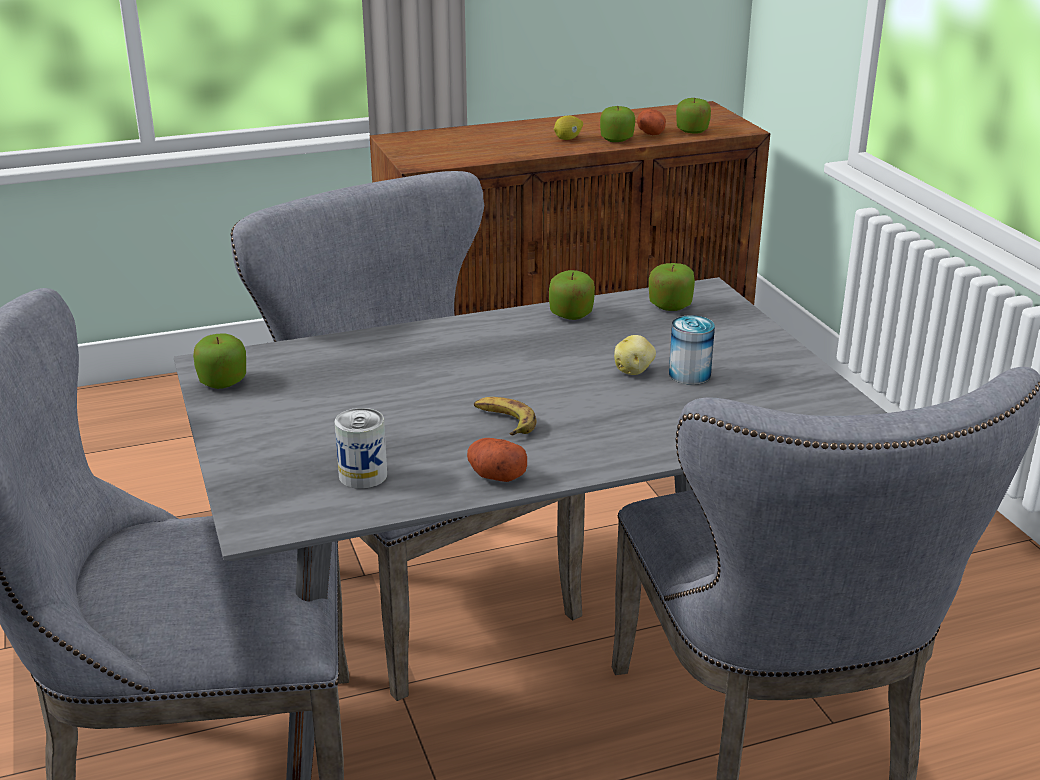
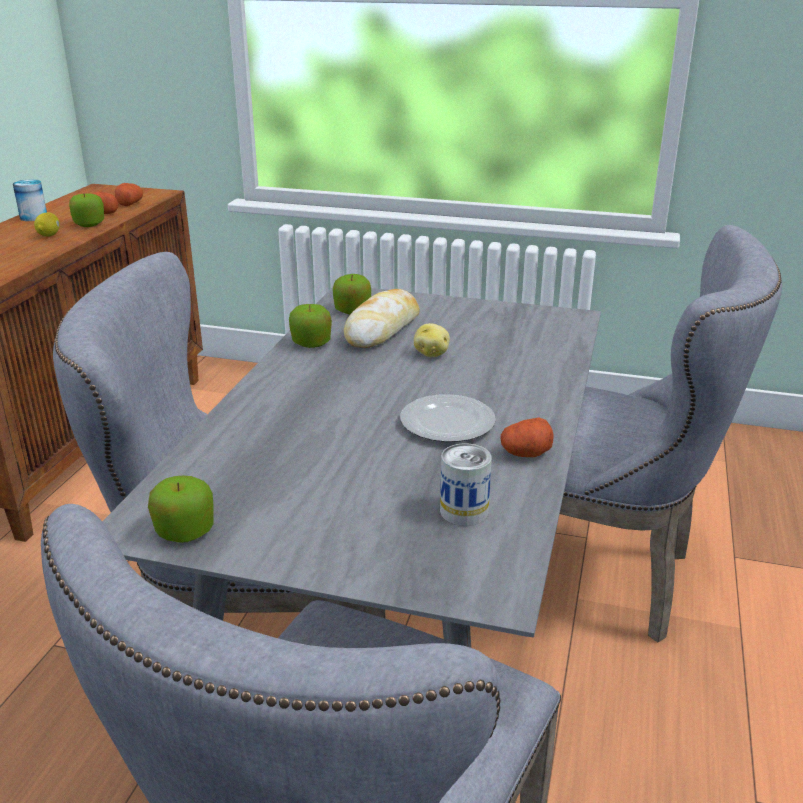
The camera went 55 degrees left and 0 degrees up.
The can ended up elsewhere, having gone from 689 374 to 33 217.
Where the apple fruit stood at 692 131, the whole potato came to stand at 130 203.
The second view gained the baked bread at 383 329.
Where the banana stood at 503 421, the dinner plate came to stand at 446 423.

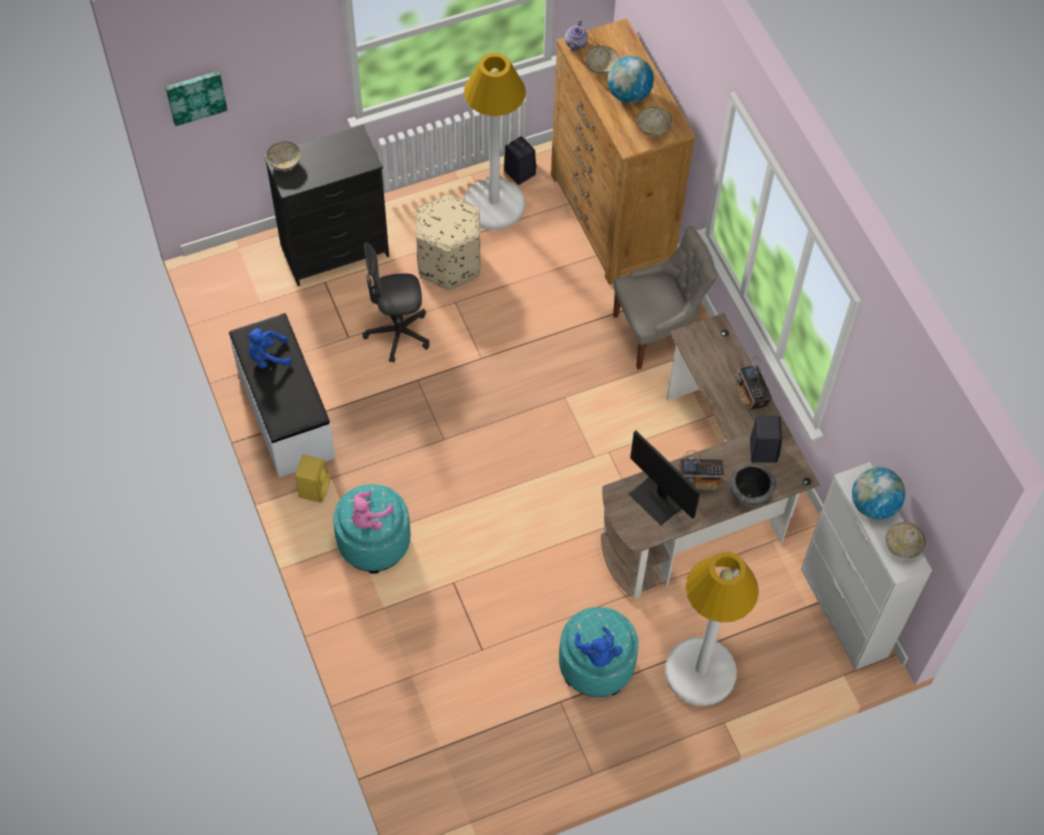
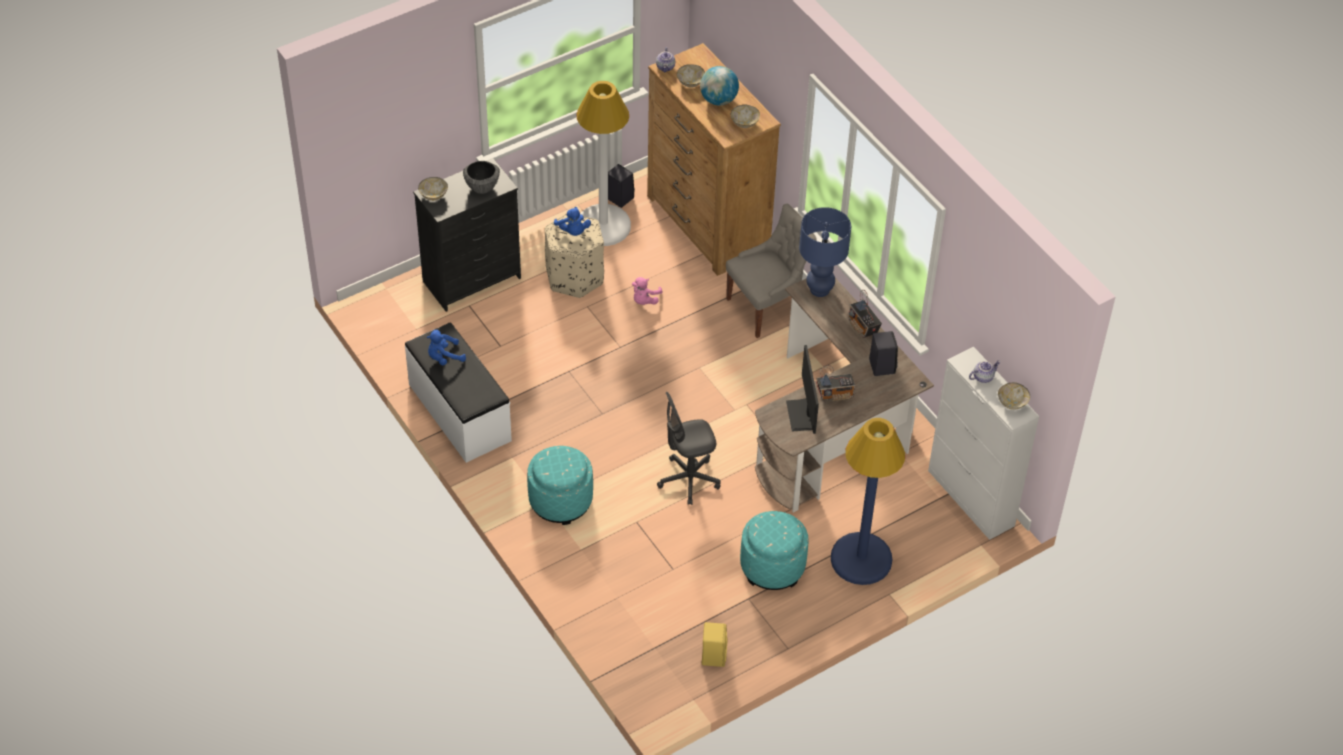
The camera went 10 degrees left and 10 degrees down.
The bowl ended up elsewhere, having gone from 749 496 to 482 188.
The blue-coloured plush toy ended up elsewhere, having gone from 597 654 to 573 231.
The pink-coloured plush toy ended up elsewhere, having gone from 369 518 to 644 300.
The grey computer chair ended up elsewhere, having gone from 398 334 to 688 480.
The yellowish speaker ended up elsewhere, having gone from 314 488 to 713 655.
The computer screen at 656 500 ended up facing another way, 45 degrees clockwise from before.
The second view gained the blue-coloured lamp for a table at 819 290.
What was the whitish floor lamp at 700 672 turned into the blue-coloured floor lamp at 861 559.
Where the world globe stood at 873 505, the teapot came to stand at 983 377.
The second view lost the picture at 195 96.

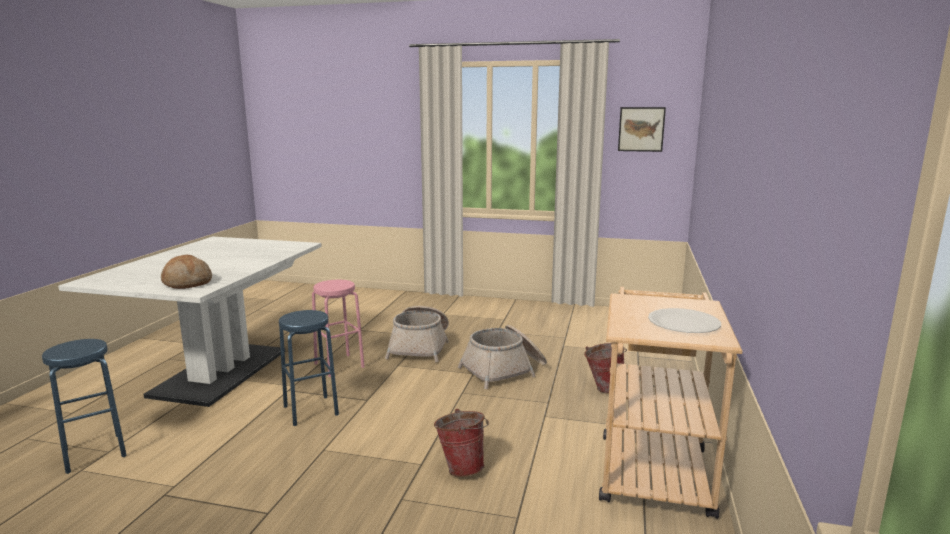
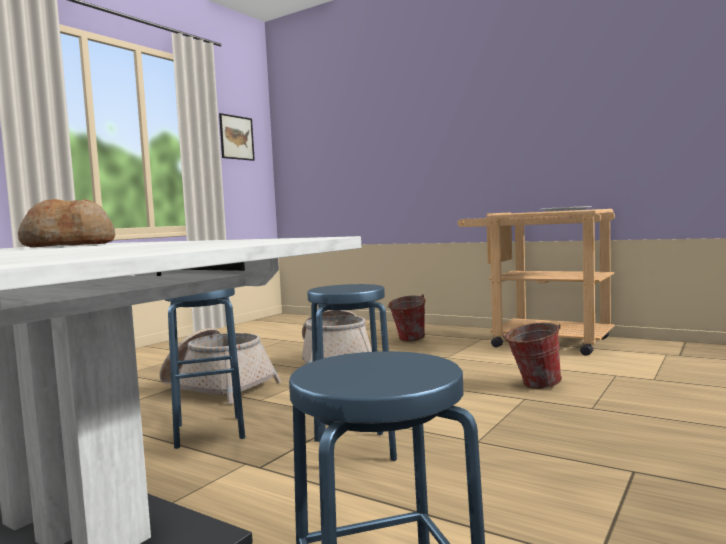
The camera went 70 degrees left and 10 degrees down.
The baked bread ended up elsewhere, having gone from 187 283 to 70 245.
What was the pink-coloured stool seat at 339 365 turned into the blue-coloured stool seat at 209 431.

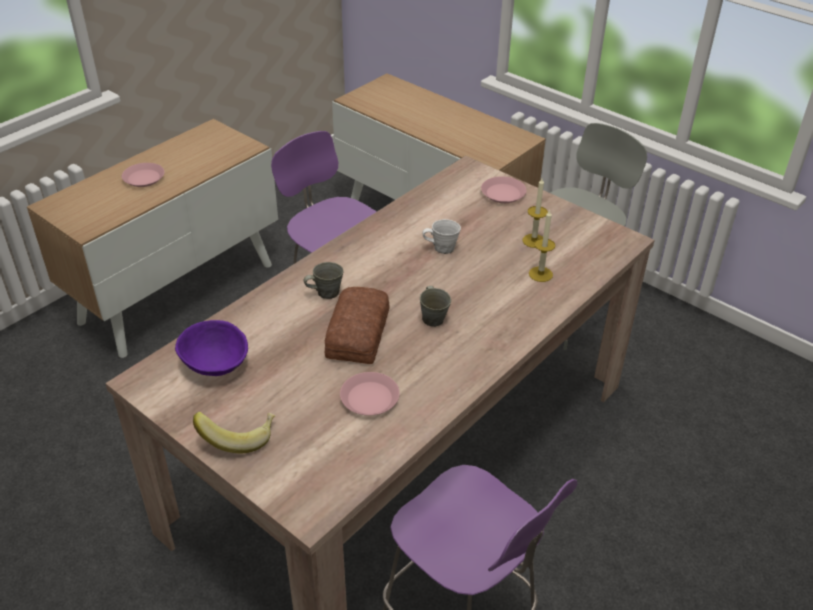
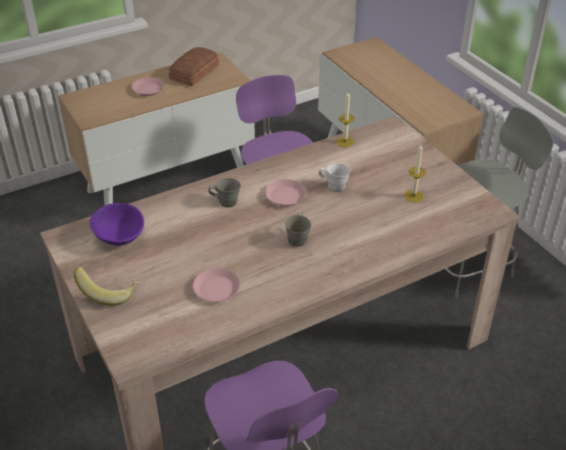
The camera went 20 degrees right and 0 degrees up.
The baked bread ended up elsewhere, having gone from 360 333 to 196 72.
The pink-coloured dinner plate ended up elsewhere, having gone from 503 194 to 285 196.
The wax candle ended up elsewhere, having gone from 540 274 to 345 142.

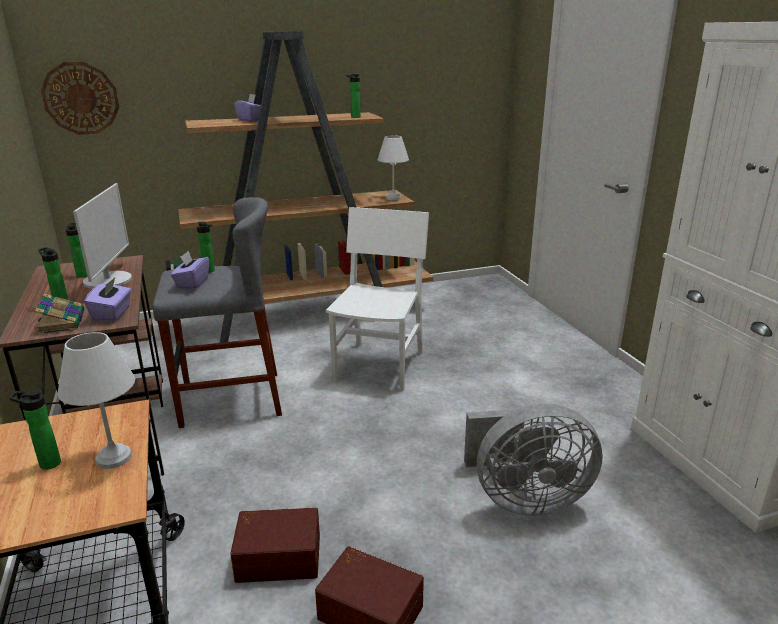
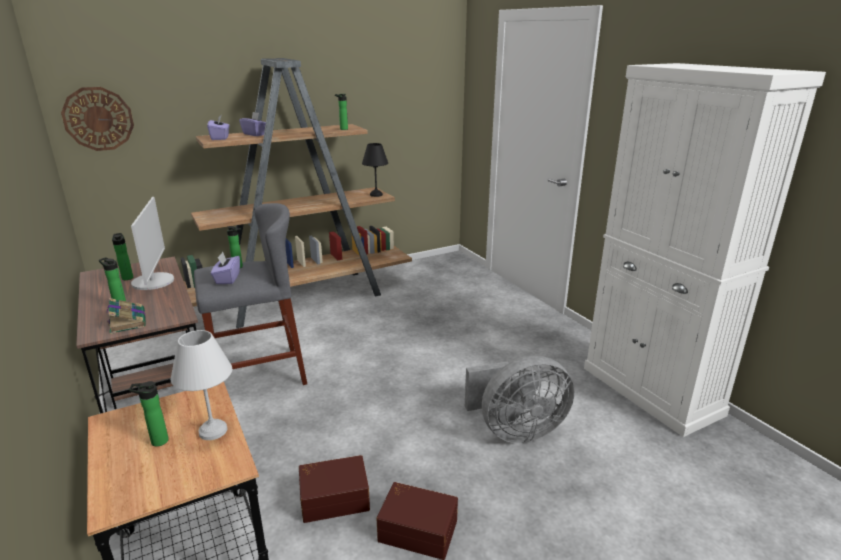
The camera went 10 degrees left and 0 degrees up.
The purple-coloured box of tissues ended up elsewhere, having gone from 112 314 to 220 138.
What was the whitish lamp for a table at 392 198 turned into the black lamp for a table at 375 195.
The second view lost the whitish plain chair at 379 365.

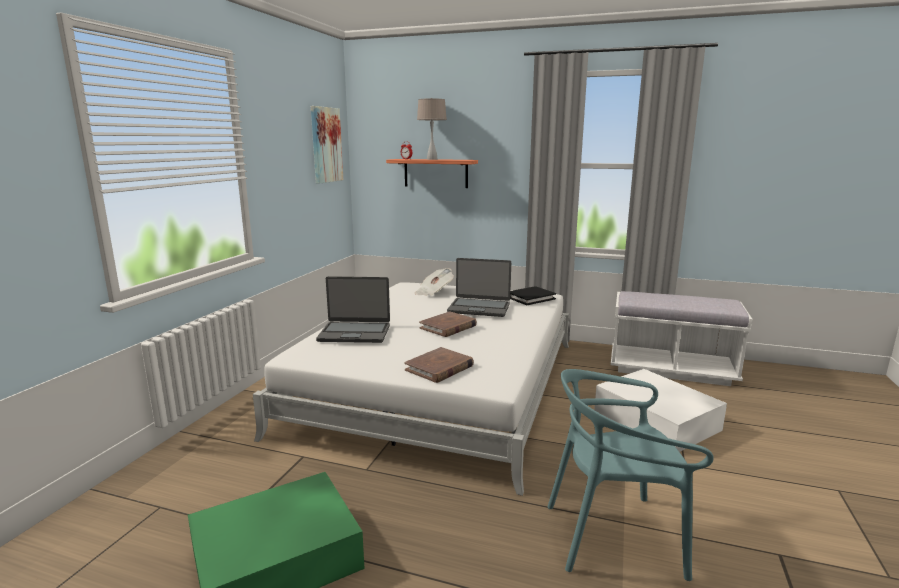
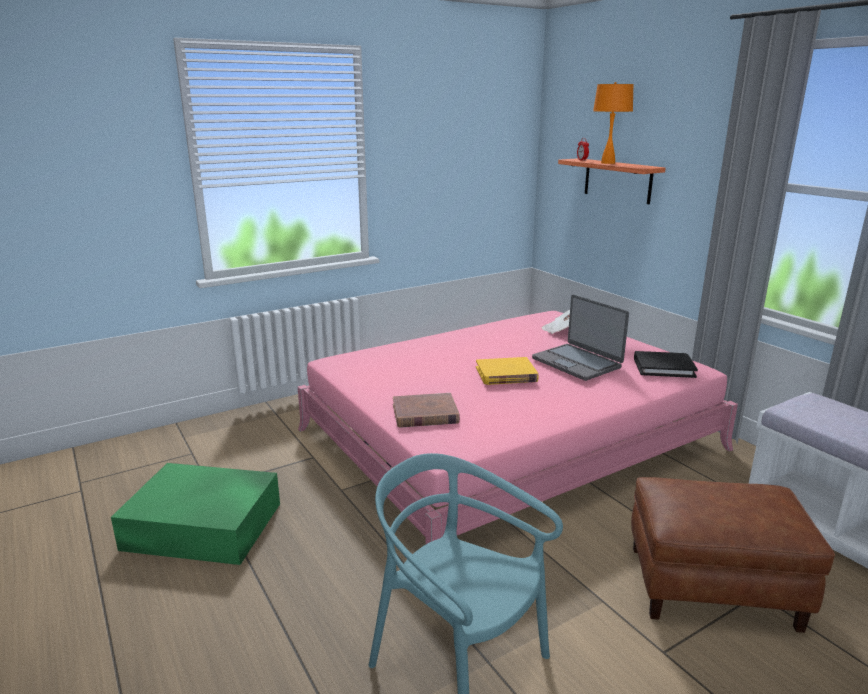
The camera went 40 degrees right and 5 degrees up.
What was the whitish bed at 440 385 turned into the pink-coloured bed at 508 439.
What was the brown volume at 448 327 turned into the yellowish volume at 506 374.
What was the beige lamp for a table at 431 159 turned into the orange lamp for a table at 607 163.
Where the whitish storage container stood at 657 421, the brown footrest came to stand at 711 588.
The second view lost the picture at 326 145.
The second view lost the notebook computer at 354 333.

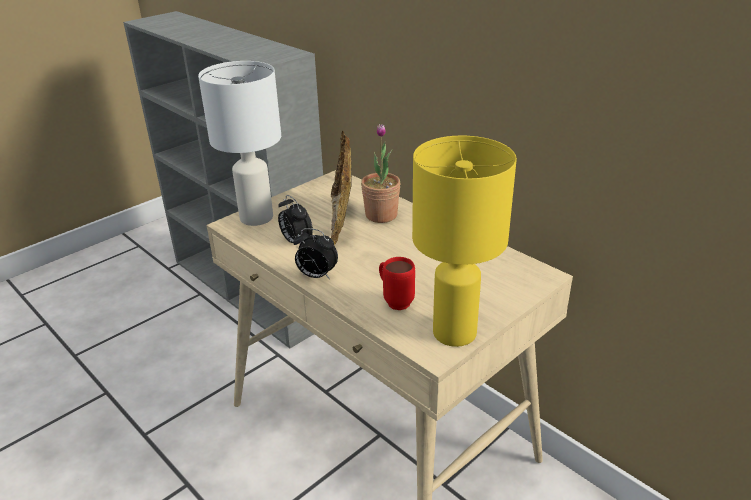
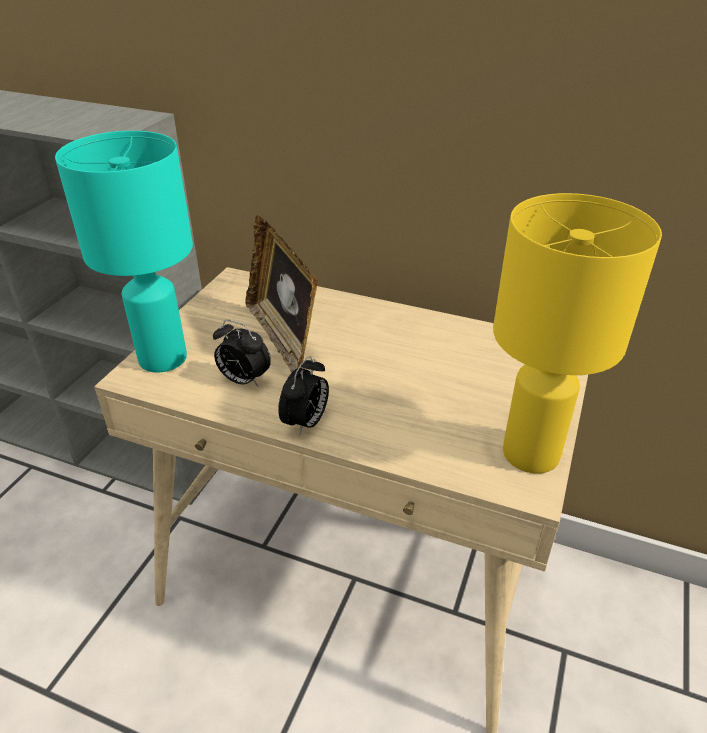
The camera went 25 degrees left and 5 degrees up.
What was the whitish lamp for a table at 256 217 turned into the blue-green lamp for a table at 162 357.
The table clock at 316 276 ended up facing another way, 60 degrees counterclockwise from before.
The second view lost the plant in a pot at 381 215.
The second view lost the red tea mug at 394 301.

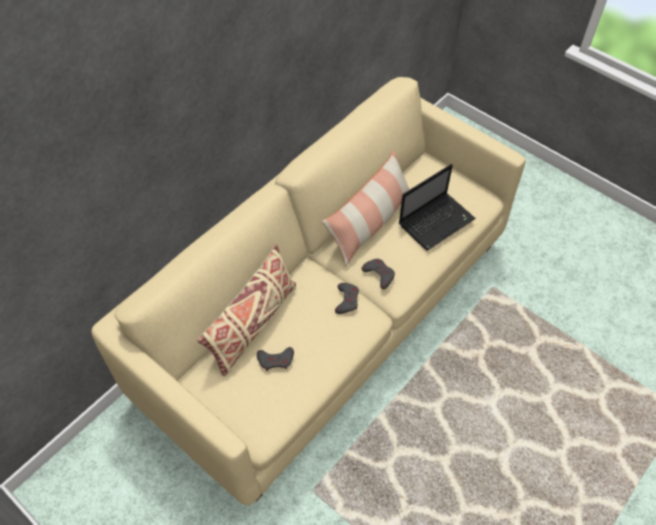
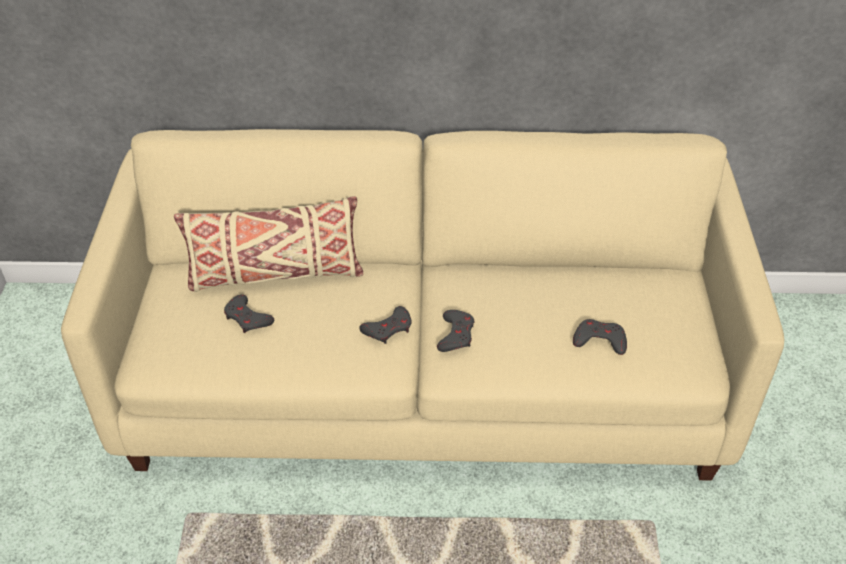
The camera went 50 degrees right and 10 degrees down.
Where the notebook computer stood at 437 221, the grey game controller came to stand at 599 340.
The second view lost the cushion at 370 223.

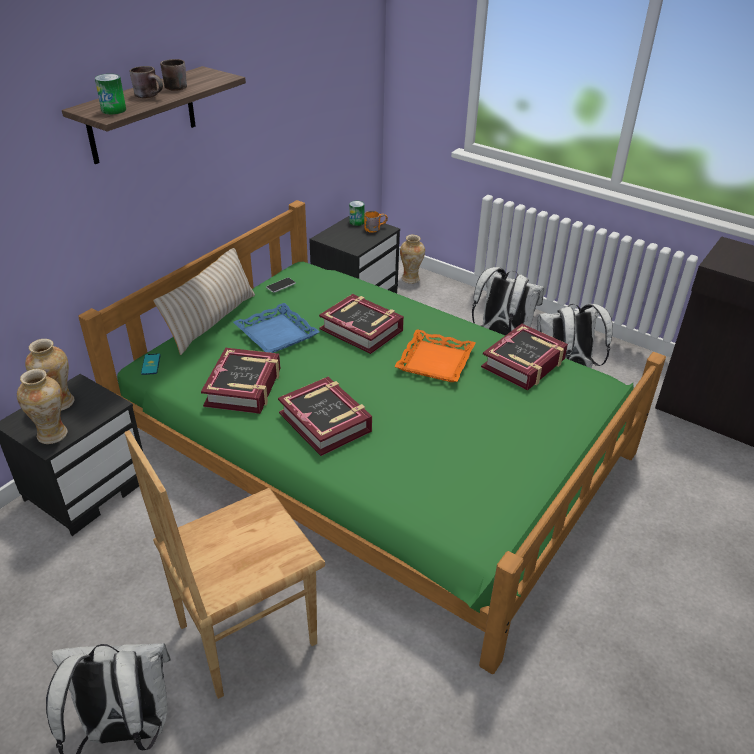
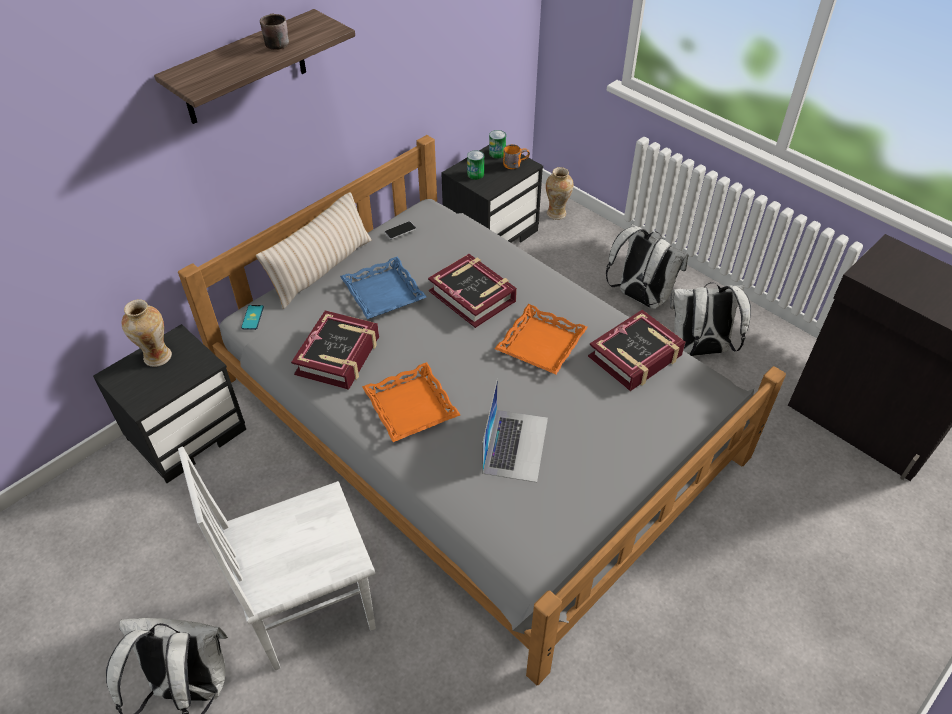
The camera went 10 degrees right and 10 degrees up.
What was the green-coloured bed at 375 446 turned into the grey bed at 476 418.
What was the brown plain chair at 245 633 turned into the whitish plain chair at 310 608.
Where the volume stood at 325 422, the orange tray came to stand at 412 407.
The can ended up elsewhere, having gone from 113 110 to 475 174.
The second view gained the notebook computer at 515 444.
The second view lost the decorative vase at 52 435.
The second view lost the brown tea mug at 151 95.

